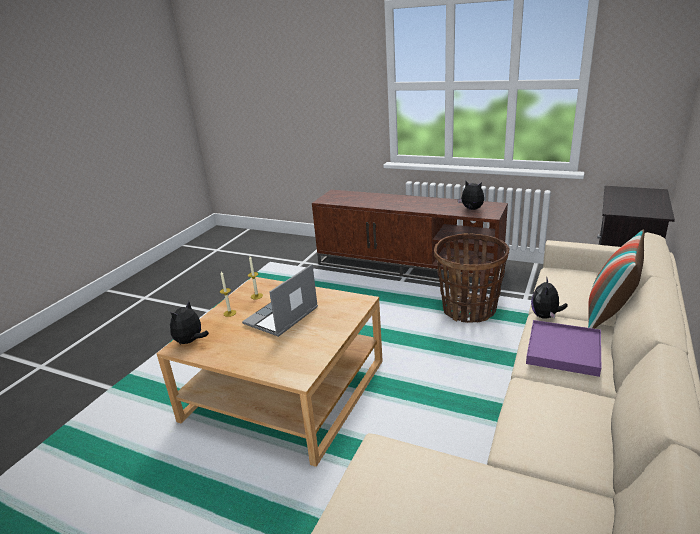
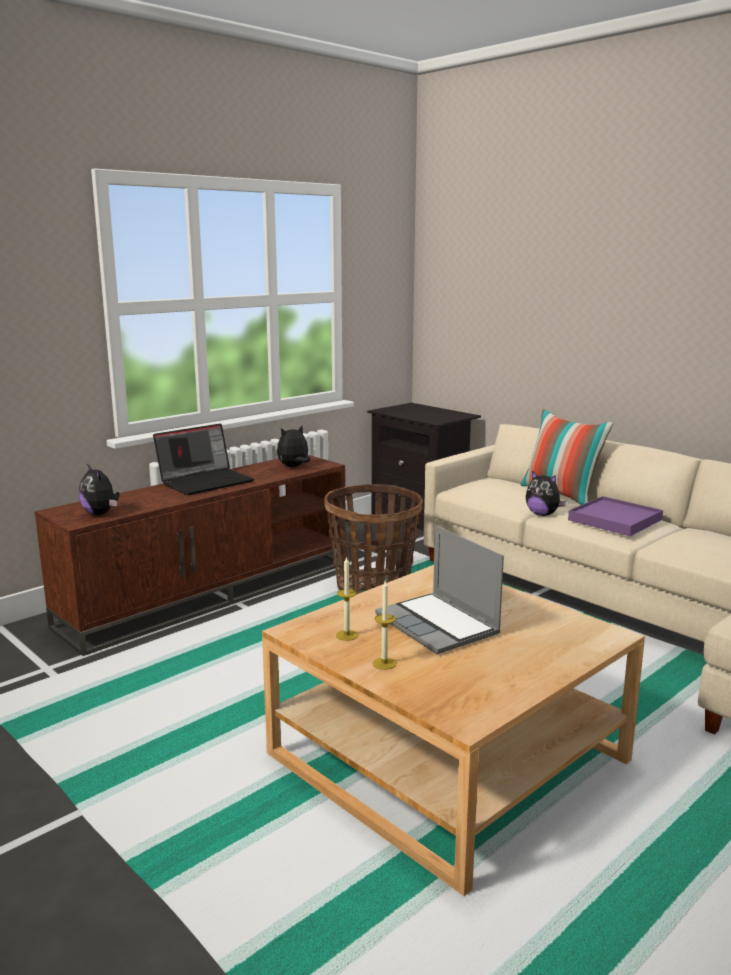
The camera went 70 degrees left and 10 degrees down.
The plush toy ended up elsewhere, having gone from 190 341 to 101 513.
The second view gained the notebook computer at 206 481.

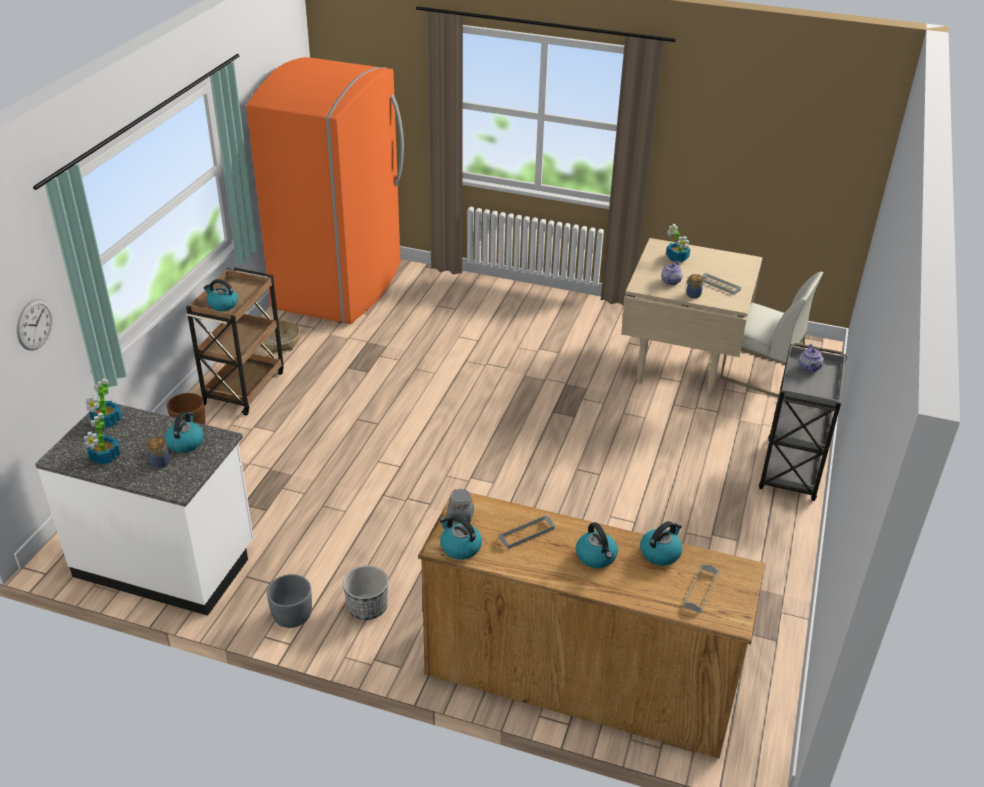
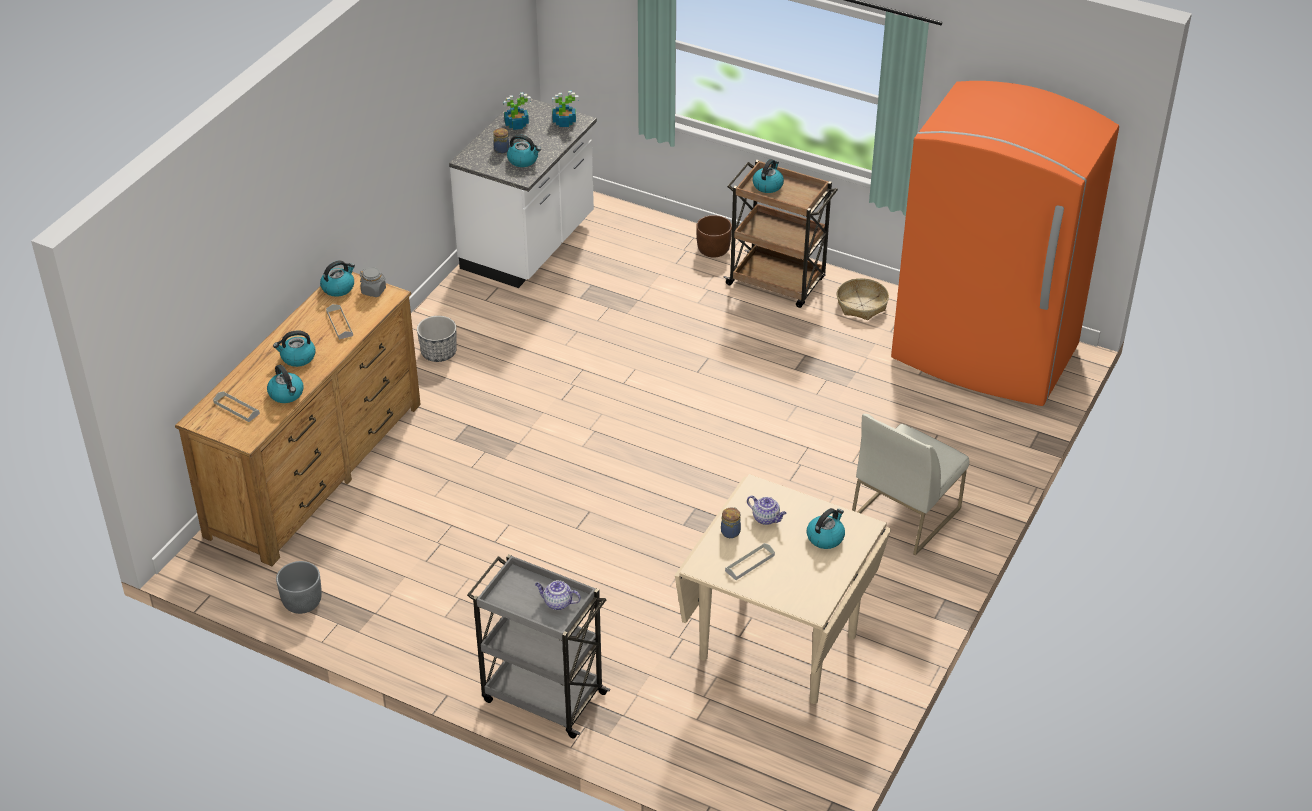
The camera went 100 degrees right and 5 degrees up.
The grey flower pot ended up elsewhere, having gone from 292 615 to 302 602.
Where the plant in a pot stood at 677 258, the kettle came to stand at 825 537.
The whitish plain chair ended up elsewhere, having gone from 760 373 to 905 513.
The second view lost the hanging clock at 34 324.

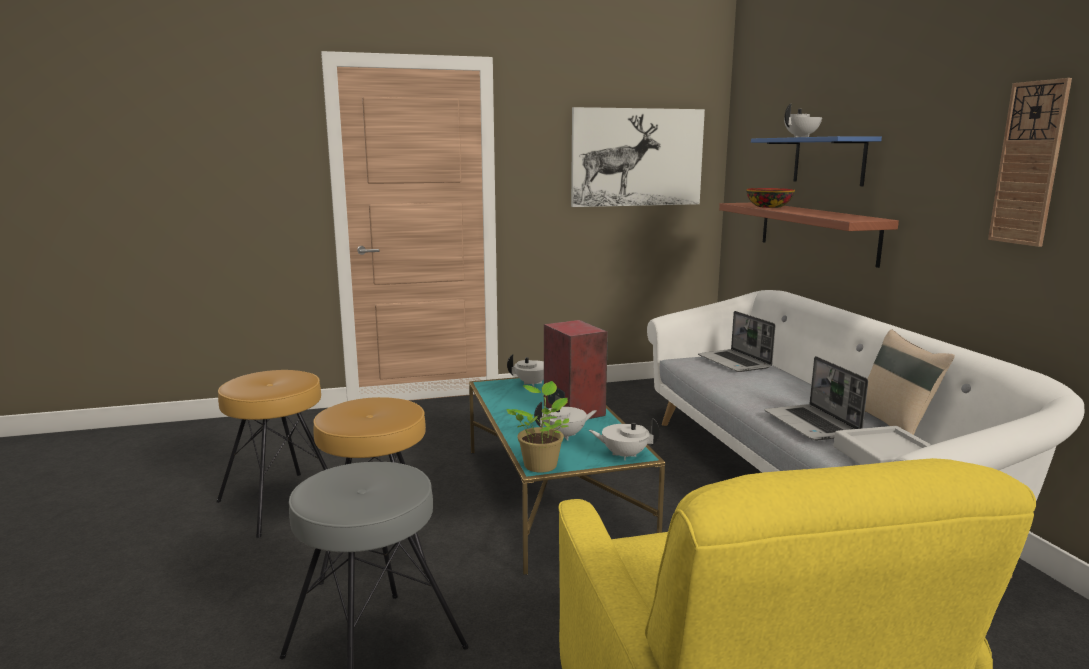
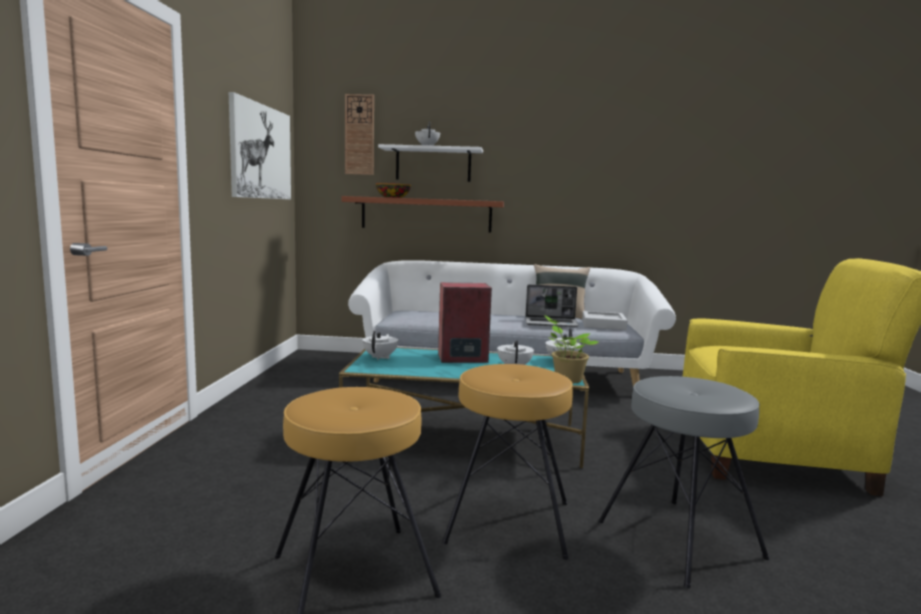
The camera went 70 degrees left and 5 degrees down.
The hanging clock ended up elsewhere, having gone from 1029 164 to 359 135.
What was the blue-coloured bracket shelf at 828 160 turned into the whitish bracket shelf at 433 164.
The second view lost the notebook computer at 735 362.

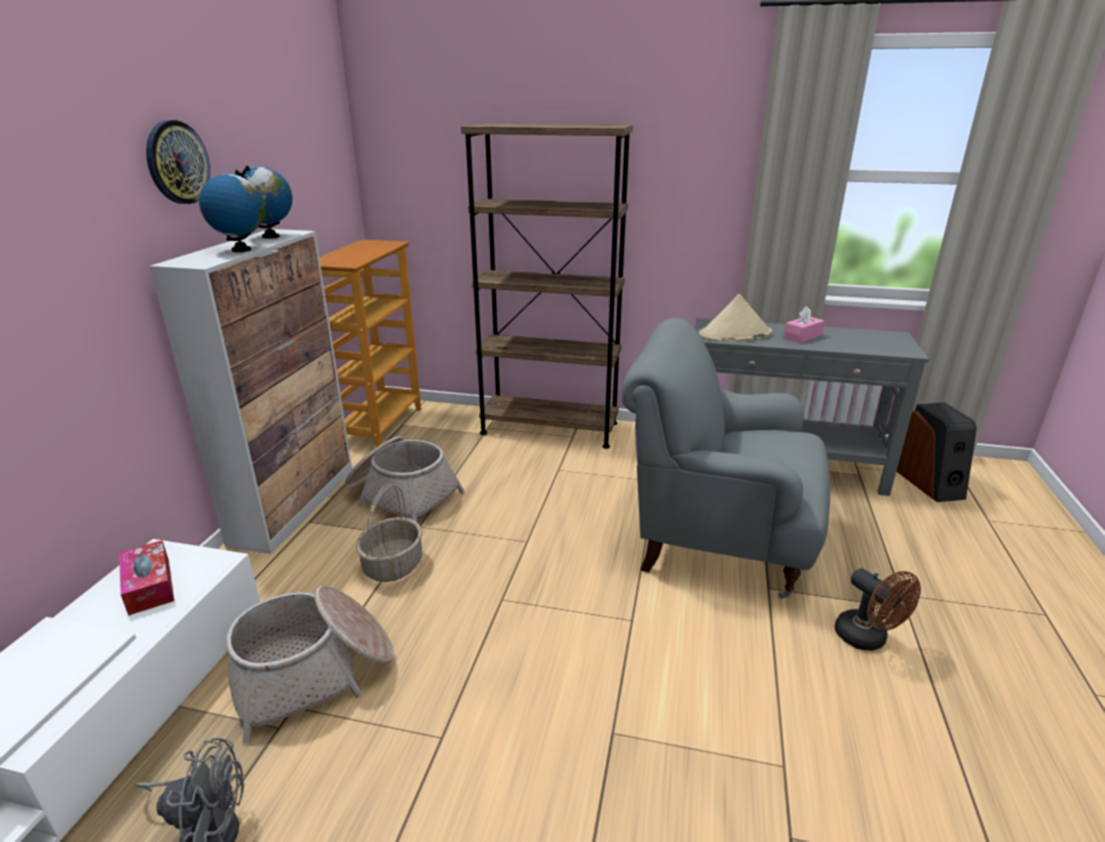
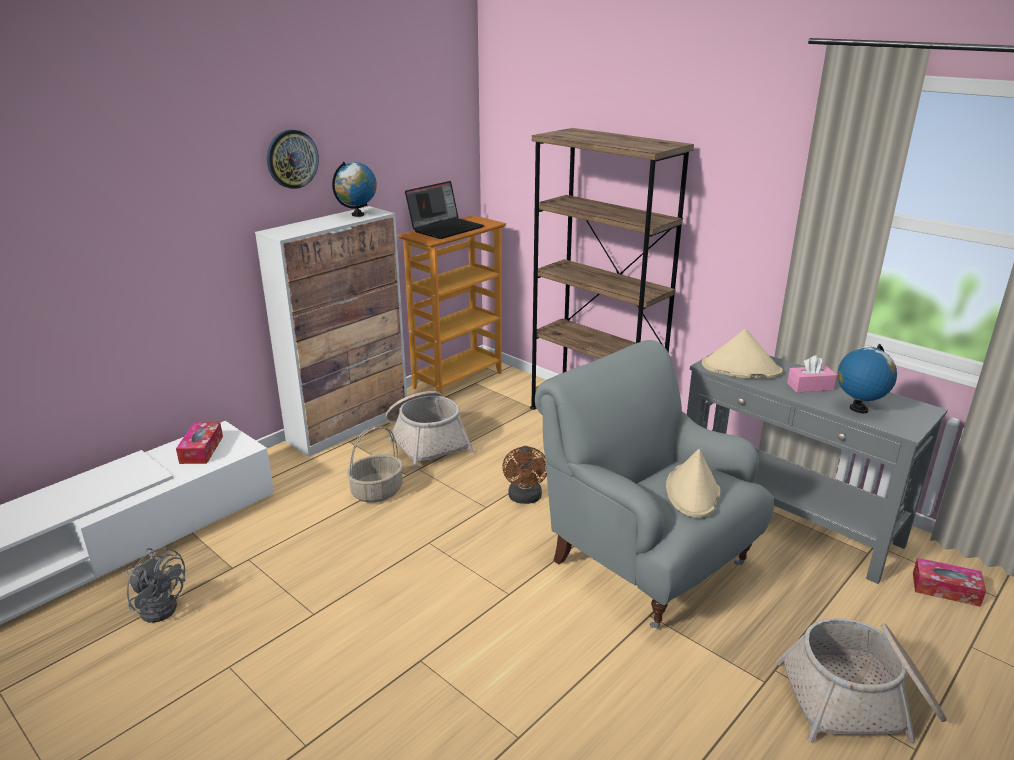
The camera went 30 degrees right and 0 degrees up.
The second view gained the notebook computer at 446 228.
The brown fan ended up elsewhere, having gone from 867 639 to 525 498.
The second view gained the beige hat at 693 491.
The basket ended up elsewhere, having gone from 314 673 to 860 701.
The world globe ended up elsewhere, having gone from 241 250 to 858 409.
Where the speaker stood at 930 484, the box of tissues came to stand at 945 589.

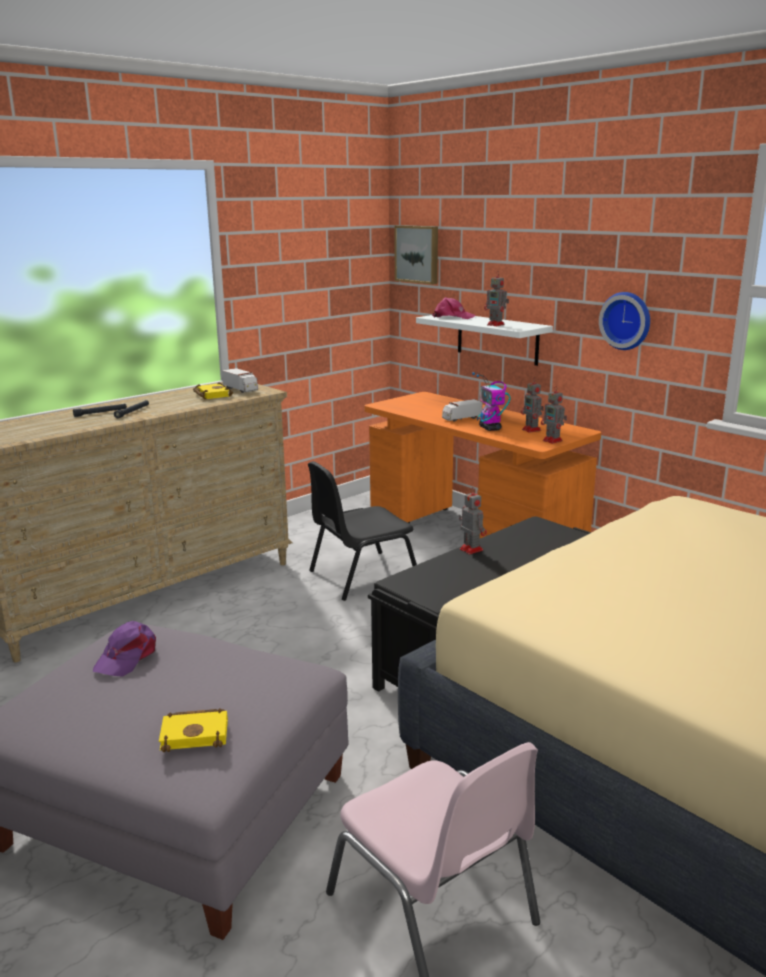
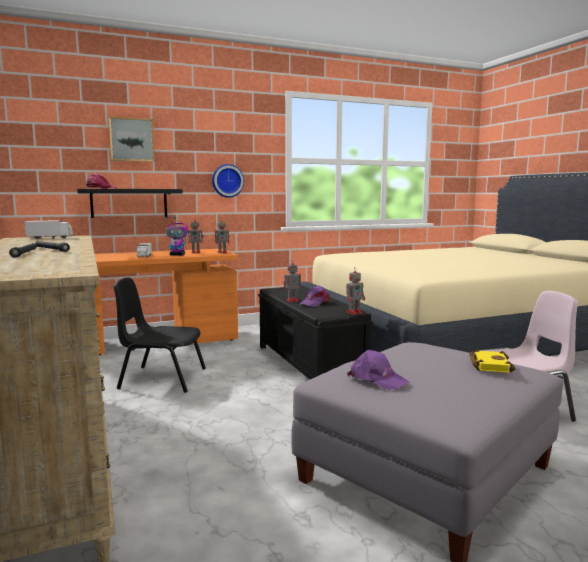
The camera went 70 degrees left and 10 degrees down.
What was the whitish bracket shelf at 497 338 turned into the black bracket shelf at 129 203.
The picture ended up elsewhere, having gone from 418 254 to 131 140.
The black plain chair at 361 576 ended up facing another way, 105 degrees clockwise from before.
The second view gained the purple-coloured peaked cap at 314 303.
The toy robot ended up elsewhere, having gone from 496 325 to 354 312.
The second view lost the yellowish volume at 211 395.

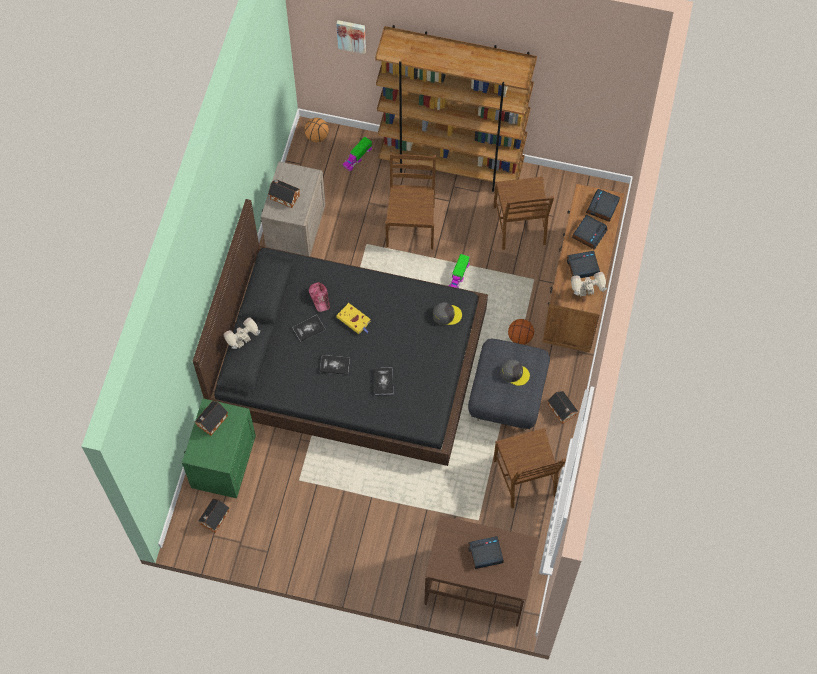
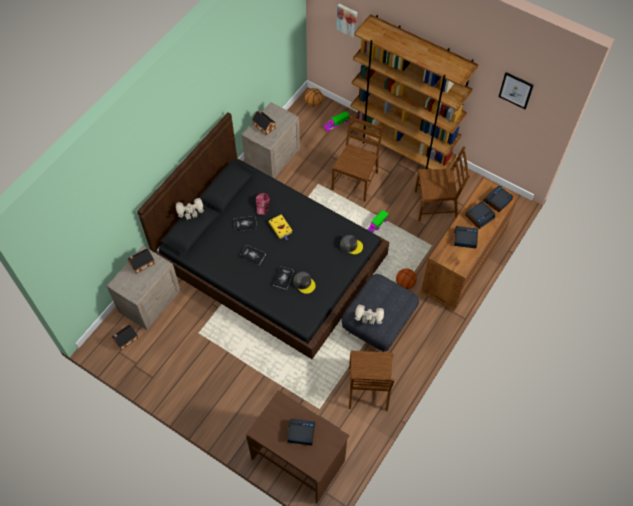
The camera went 20 degrees right and 5 degrees down.
What was the green-coloured bedside table at 222 463 turned into the beige bedside table at 149 302.
The grey peaked cap ended up elsewhere, having gone from 514 373 to 304 283.
The toy robot ended up elsewhere, having gone from 586 293 to 368 322.
The brown plain chair at 520 225 ended up facing another way, 105 degrees counterclockwise from before.
The second view gained the picture at 516 90.
The second view lost the miniature house at 562 411.

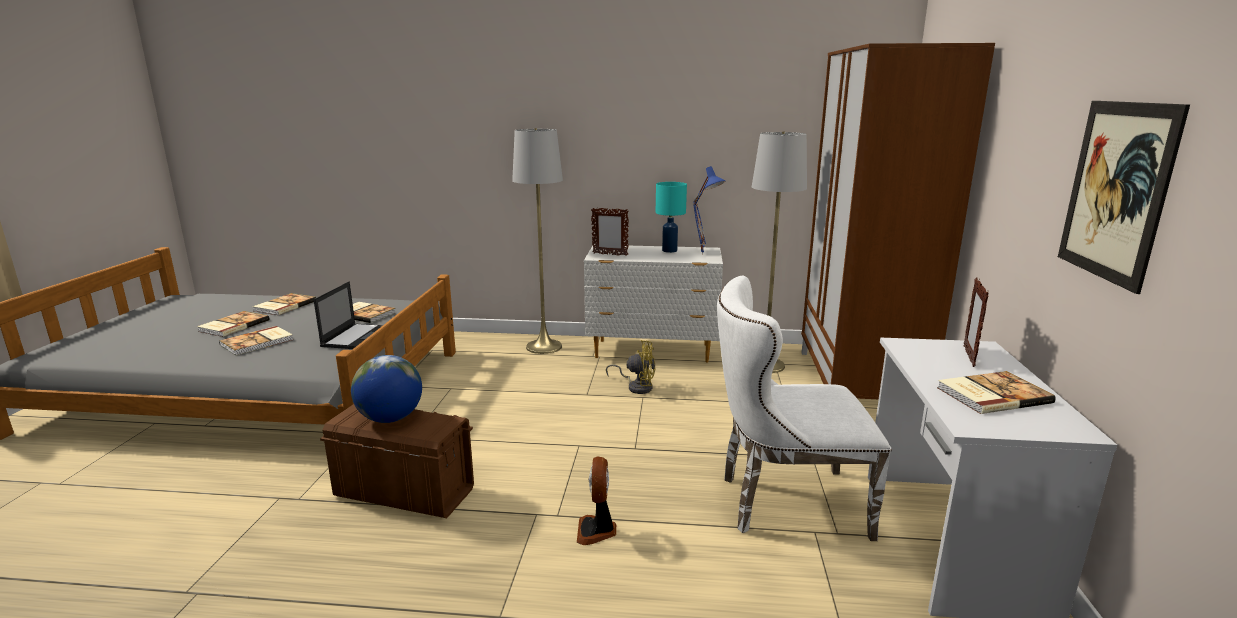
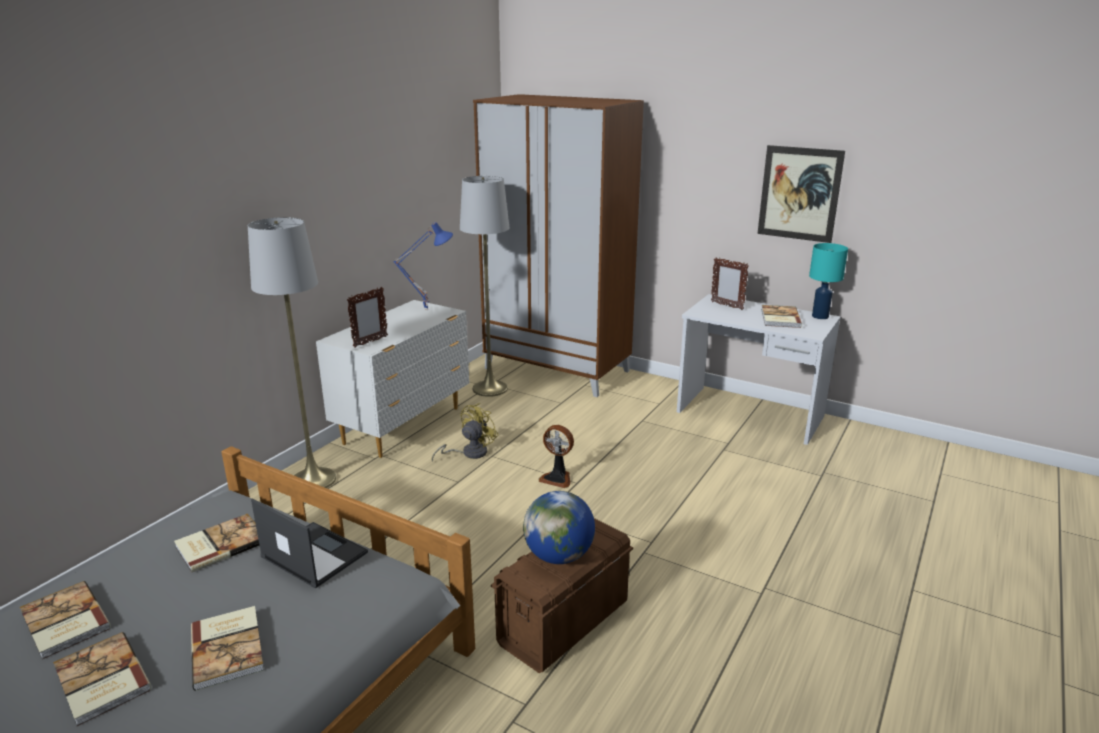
The camera went 65 degrees left and 5 degrees up.
The fan ended up elsewhere, having gone from 597 530 to 557 478.
The blue-green lamp for a table ended up elsewhere, having gone from 669 250 to 819 316.
The second view lost the whitish plain chair at 783 503.

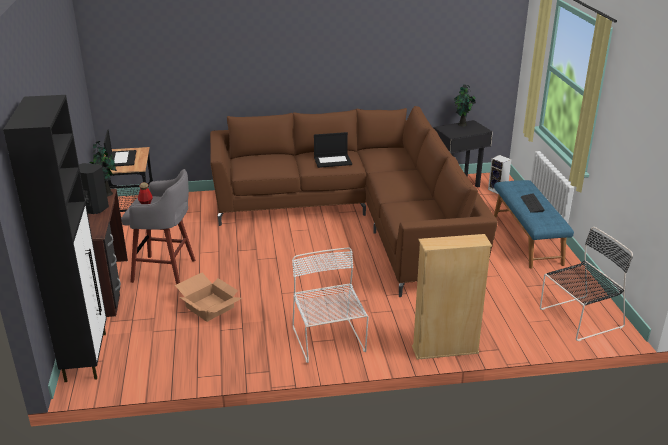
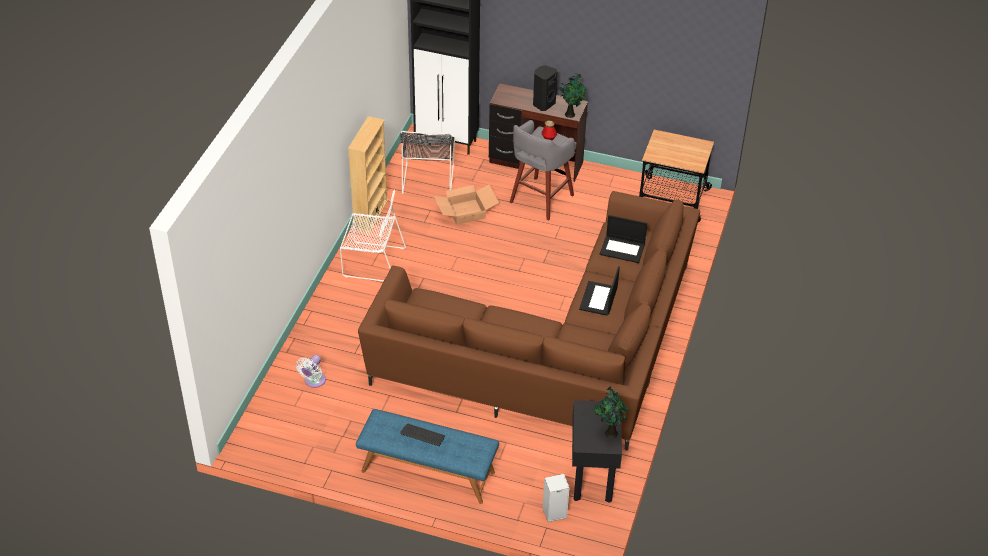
The camera went 115 degrees right and 15 degrees up.
The second view gained the whitish fan at 313 381.
The beige shelving unit ended up elsewhere, having gone from 445 350 to 370 214.
The black plain chair ended up elsewhere, having gone from 578 318 to 428 178.
The notebook computer ended up elsewhere, having gone from 121 158 to 623 249.

